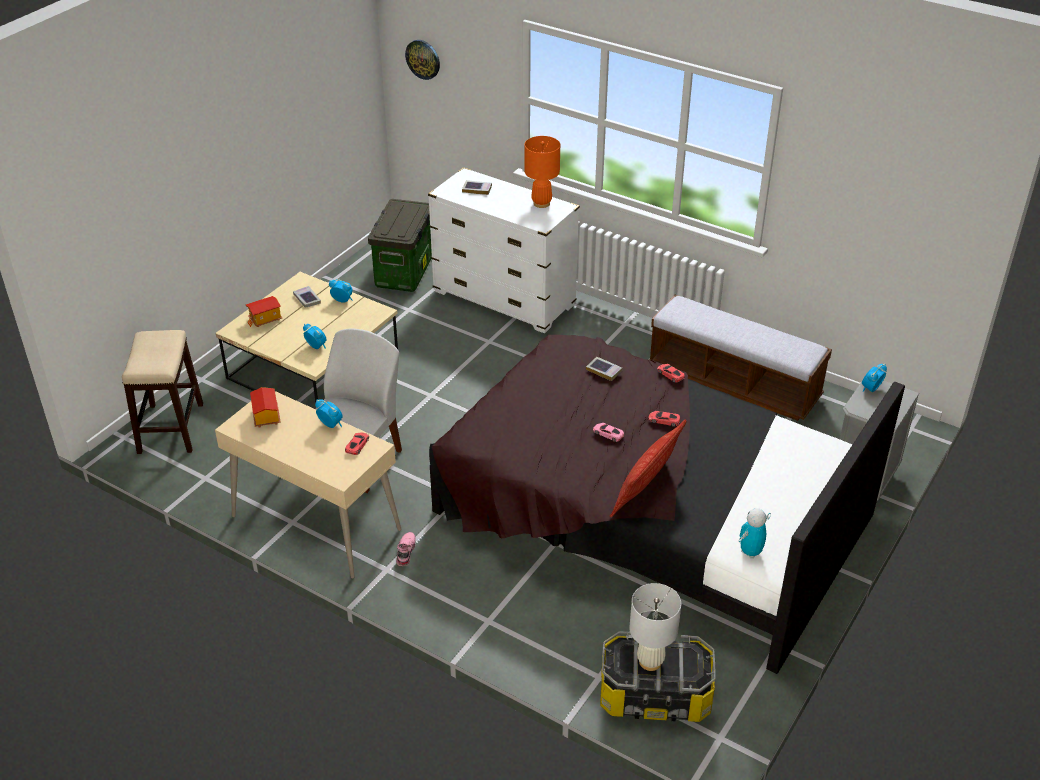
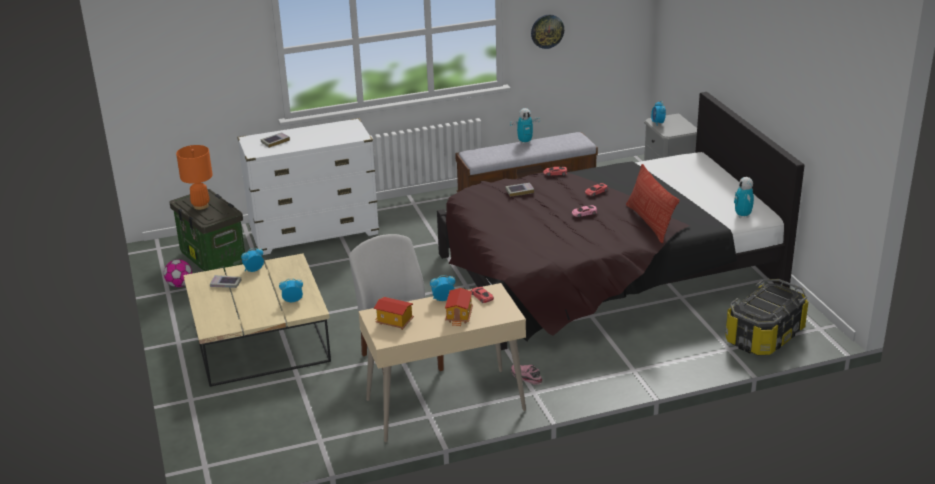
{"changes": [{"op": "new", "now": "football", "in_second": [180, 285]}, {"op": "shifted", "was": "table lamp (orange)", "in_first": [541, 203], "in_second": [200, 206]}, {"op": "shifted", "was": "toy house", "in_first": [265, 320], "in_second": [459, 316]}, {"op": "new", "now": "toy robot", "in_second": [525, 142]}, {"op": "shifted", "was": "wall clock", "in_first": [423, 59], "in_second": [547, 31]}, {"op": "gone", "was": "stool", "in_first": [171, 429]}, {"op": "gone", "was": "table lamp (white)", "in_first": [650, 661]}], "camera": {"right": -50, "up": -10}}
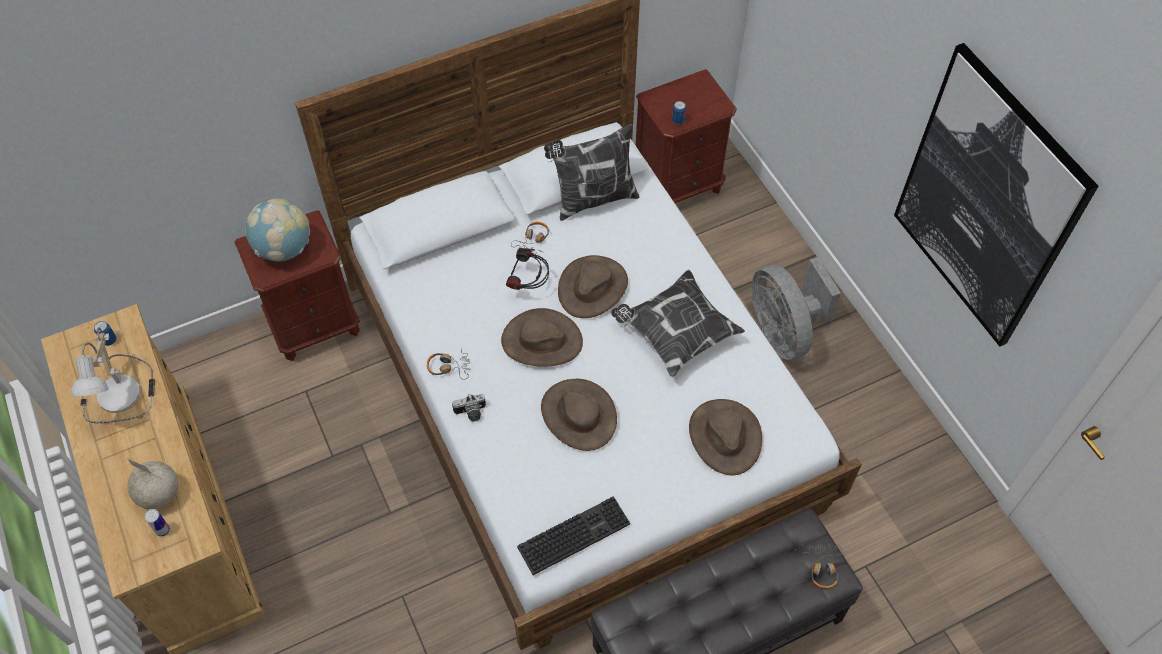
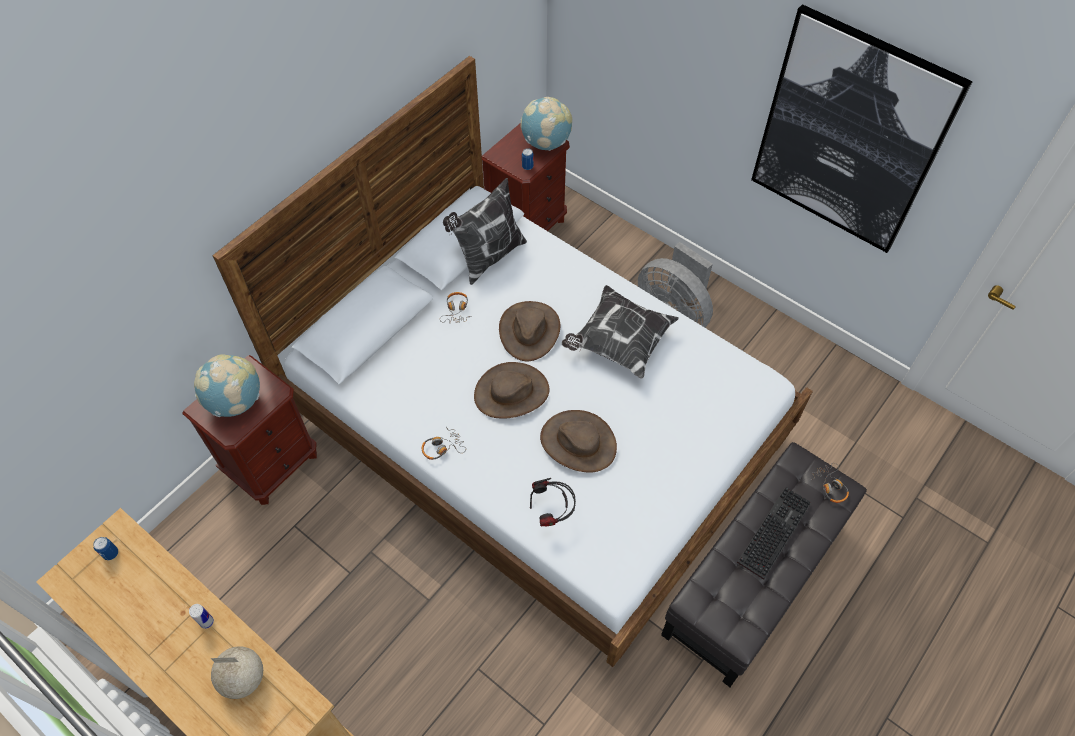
{"changes": [{"op": "shifted", "was": "can", "in_first": [163, 530], "in_second": [207, 622]}, {"op": "new", "now": "globe", "in_second": [546, 143]}, {"op": "shifted", "was": "headphones", "in_first": [528, 285], "in_second": [552, 512]}, {"op": "shifted", "was": "keyboard", "in_first": [574, 533], "in_second": [773, 530]}, {"op": "gone", "was": "table lamp", "in_first": [123, 396]}, {"op": "gone", "was": "photo camera", "in_first": [471, 413]}, {"op": "gone", "was": "hat (brown)", "in_first": [724, 437]}], "camera": {"right": -25, "up": 0}}
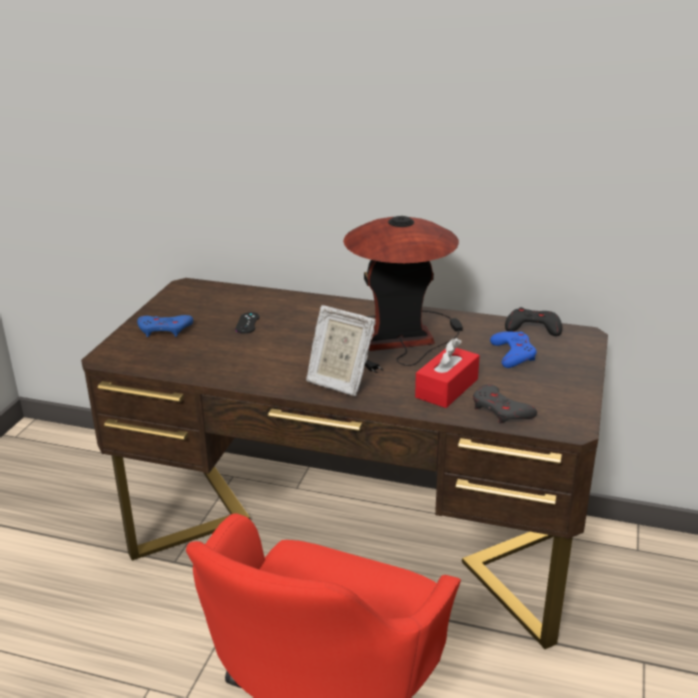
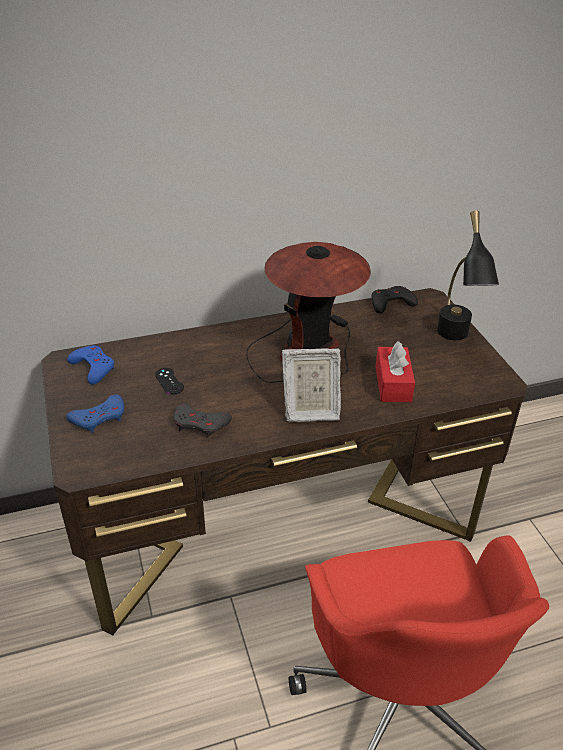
{"changes": [{"op": "shifted", "was": "game controller (blue)", "in_first": [513, 354], "in_second": [93, 367]}, {"op": "shifted", "was": "game controller (grey)", "in_first": [501, 410], "in_second": [200, 424]}, {"op": "new", "now": "table lamp (black)", "in_second": [455, 340]}], "camera": {"right": -35, "up": 10}}
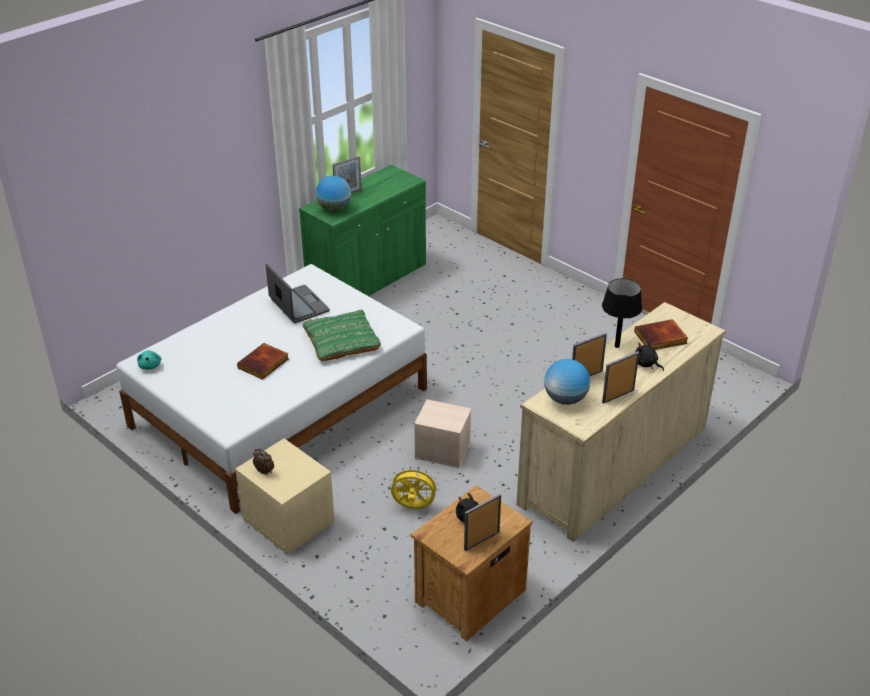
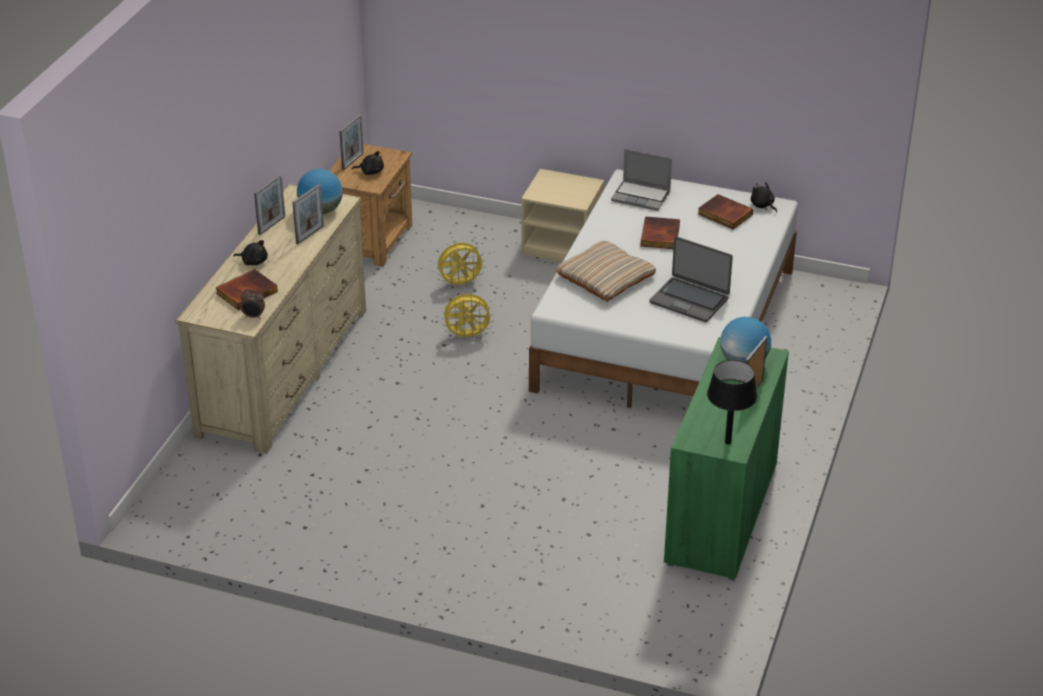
{"changes": [{"op": "shifted", "was": "alarm clock", "in_first": [264, 471], "in_second": [253, 316]}, {"op": "swapped", "was": "storage box (beige)", "now": "fan (yellow)", "in_first": [442, 451], "in_second": [467, 336]}, {"op": "repainted", "was": "pillow (green)", "now": "pillow (beige)", "in_first": [341, 340], "in_second": [605, 277]}, {"op": "new", "now": "laptop", "in_second": [641, 196]}, {"op": "new", "now": "book", "in_second": [724, 214]}, {"op": "shifted", "was": "table lamp (black)", "in_first": [617, 346], "in_second": [727, 442]}, {"op": "repainted", "was": "plush toy (turquoise)", "now": "plush toy (black)", "in_first": [150, 365], "in_second": [762, 205]}], "camera": {"right": 155, "up": 0}}
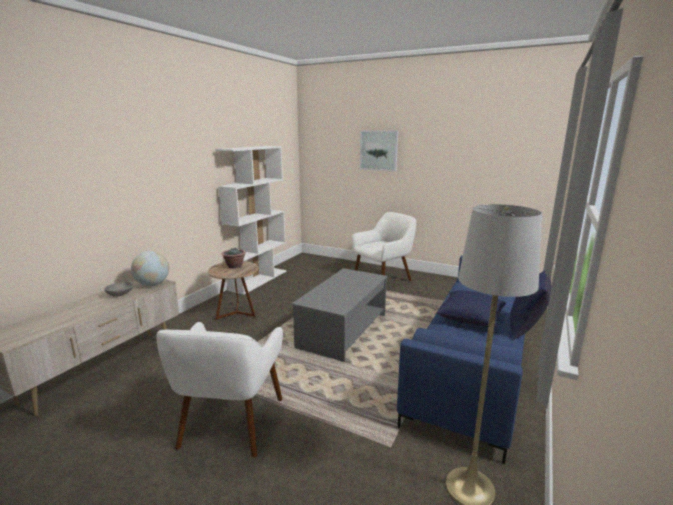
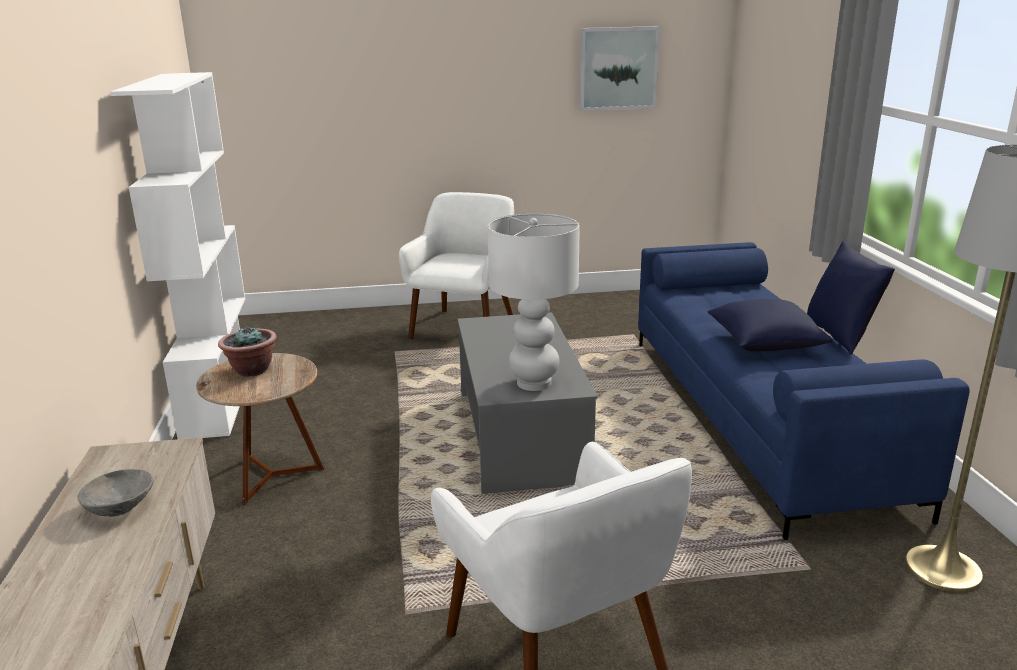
{"changes": [{"op": "new", "now": "table lamp (white)", "in_second": [533, 383]}, {"op": "shifted", "was": "picture", "in_first": [378, 150], "in_second": [618, 68]}, {"op": "gone", "was": "globe", "in_first": [152, 284]}], "camera": {"right": -35, "up": 5}}
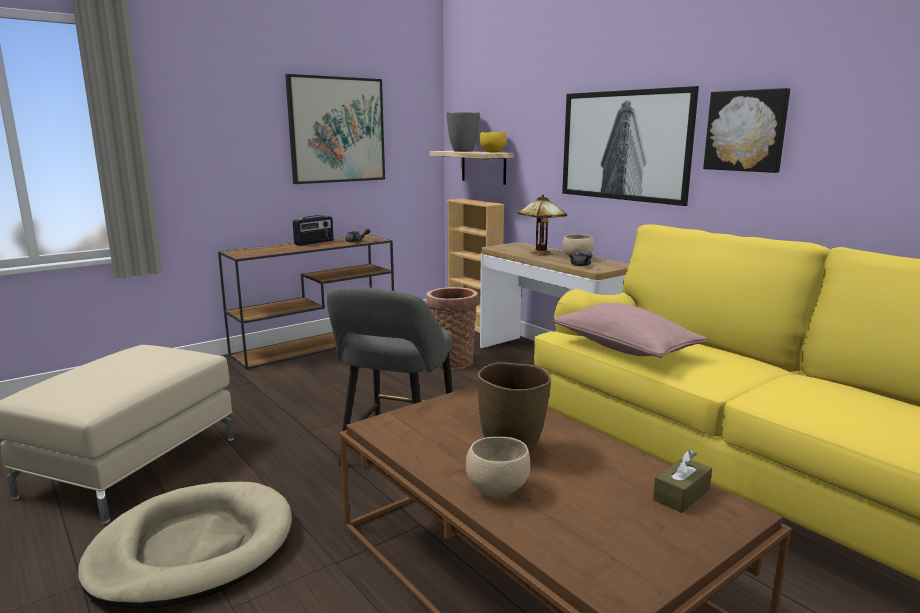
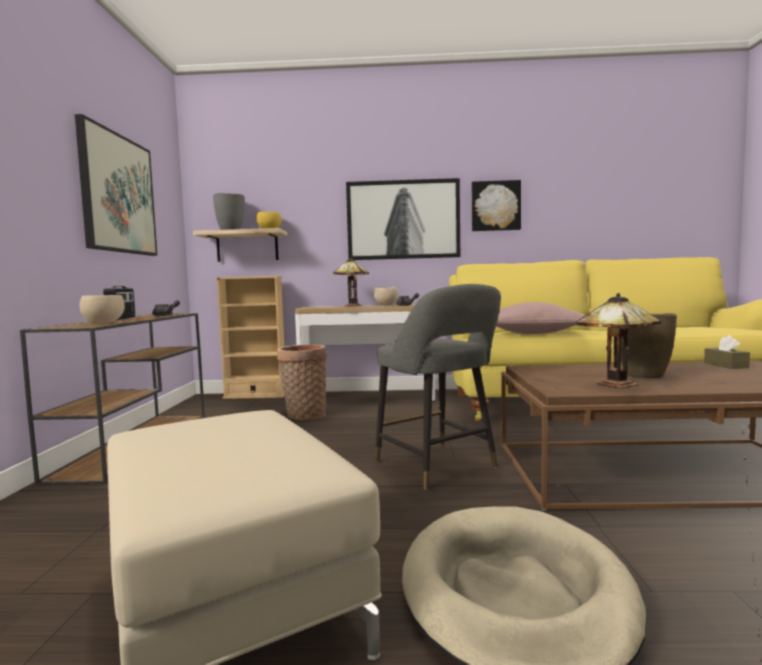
{"changes": [{"op": "shifted", "was": "bowl (beige)", "in_first": [496, 489], "in_second": [103, 323]}, {"op": "new", "now": "table lamp", "in_second": [617, 385]}], "camera": {"right": -50, "up": -10}}
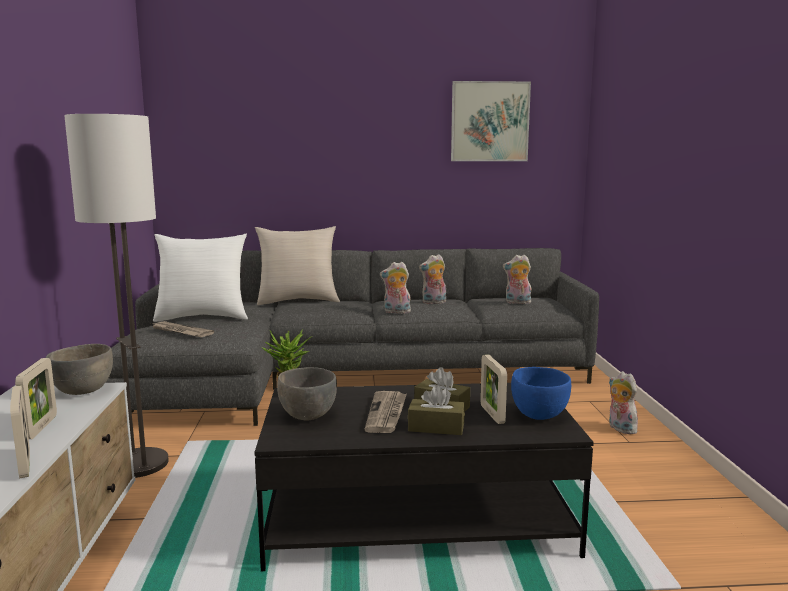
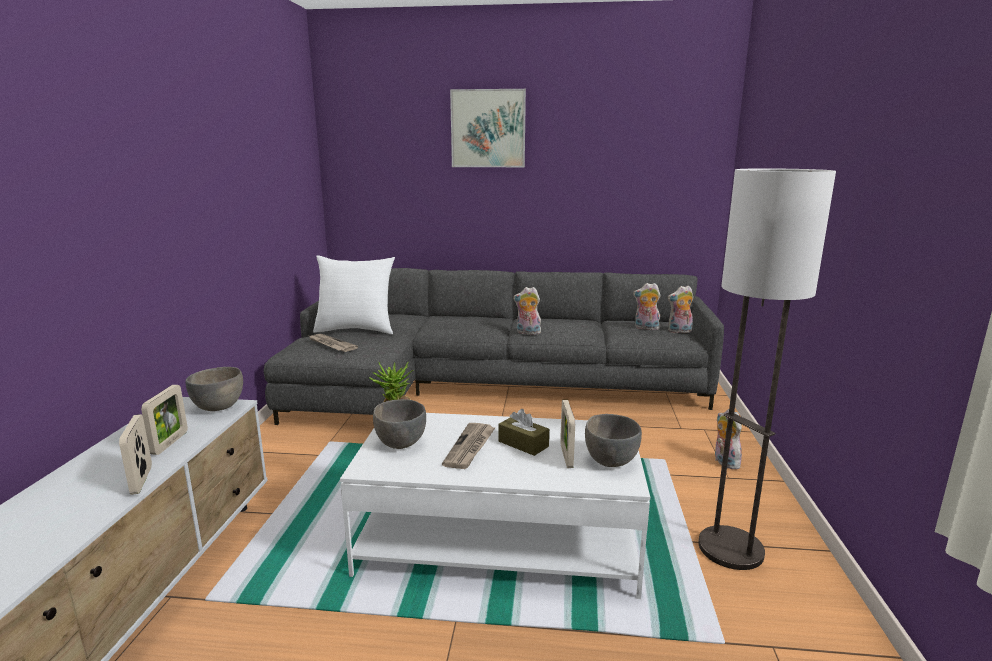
{"changes": [{"op": "repainted", "was": "coffee table (black)", "now": "coffee table (white)", "in_first": [417, 519], "in_second": [499, 540]}, {"op": "shifted", "was": "picture", "in_first": [490, 121], "in_second": [488, 129]}, {"op": "repainted", "was": "bowl (blue)", "now": "bowl (grey)", "in_first": [539, 414], "in_second": [610, 460]}, {"op": "shifted", "was": "plush toy", "in_first": [434, 302], "in_second": [679, 331]}, {"op": "shifted", "was": "floor lamp", "in_first": [139, 464], "in_second": [731, 549]}, {"op": "gone", "was": "pillow (beige)", "in_first": [298, 301]}, {"op": "gone", "was": "tissue box (brown)", "in_first": [436, 427]}], "camera": {"right": 10, "up": 5}}
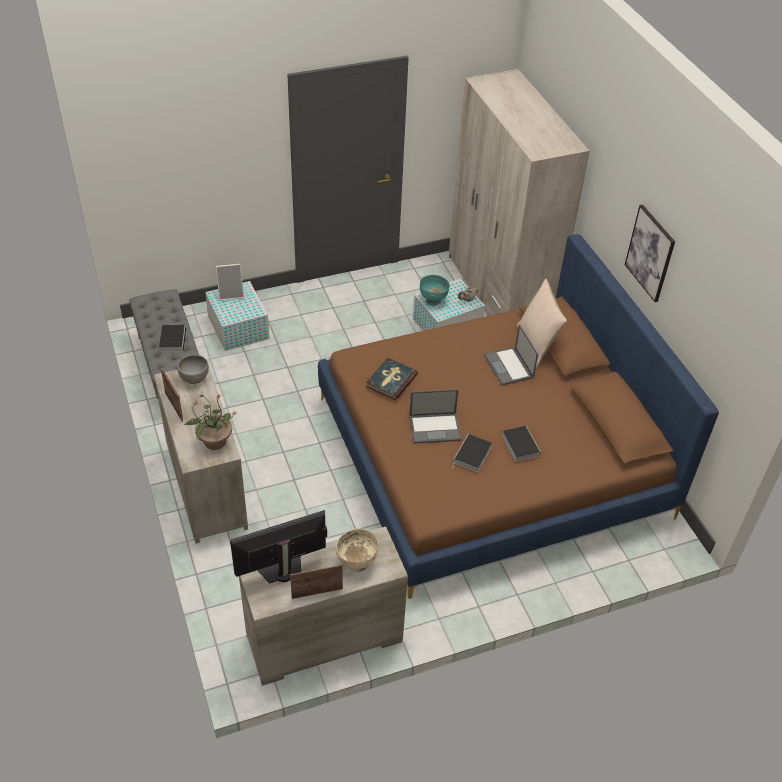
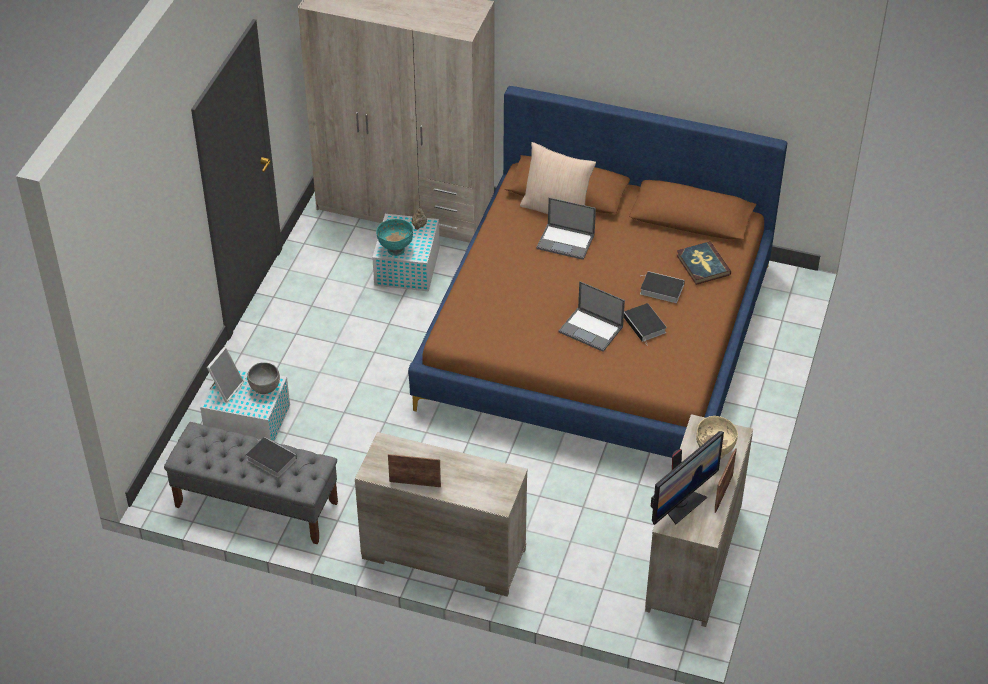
{"changes": [{"op": "shifted", "was": "bowl (grey)", "in_first": [194, 379], "in_second": [265, 388]}, {"op": "rotated", "was": "laptop", "in_first": [435, 427], "in_second": [591, 329], "clockwise": 90}, {"op": "rotated", "was": "monitor", "in_first": [282, 571], "in_second": [682, 504], "clockwise": -150}, {"op": "shifted", "was": "book", "in_first": [391, 380], "in_second": [702, 265]}, {"op": "gone", "was": "potted plant", "in_first": [214, 441]}, {"op": "gone", "was": "picture", "in_first": [650, 253]}], "camera": {"right": -50, "up": 0}}
